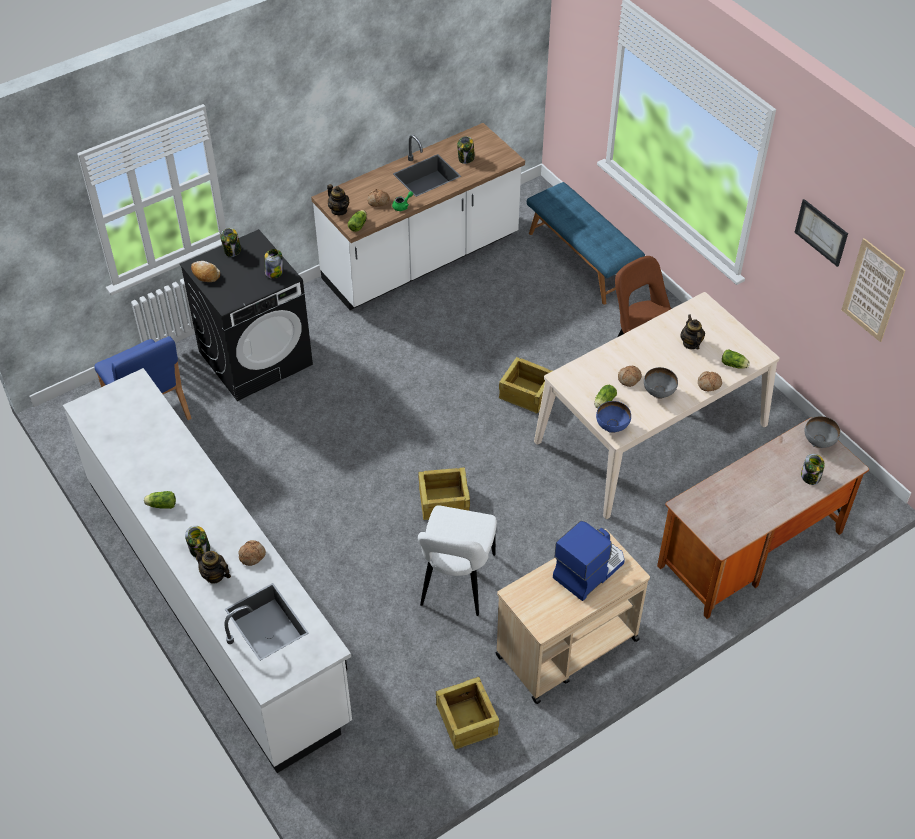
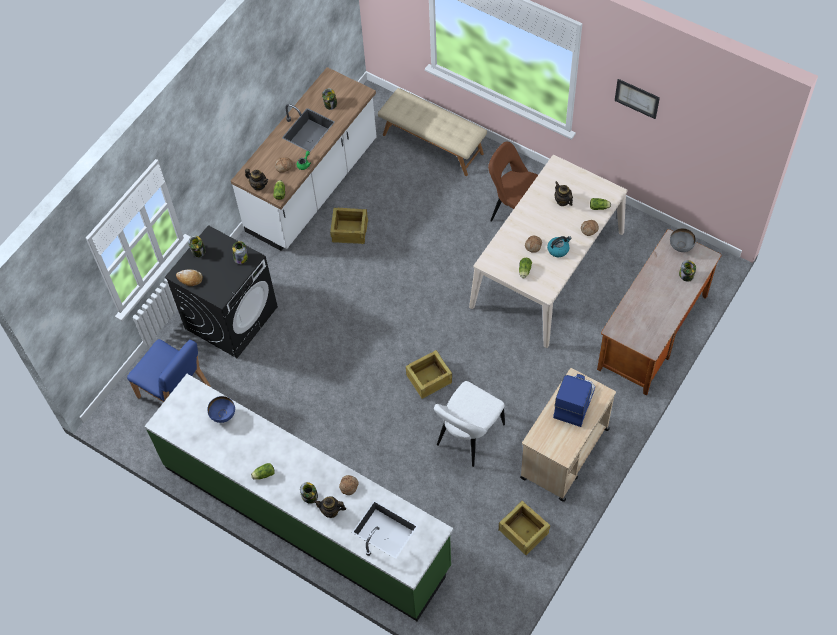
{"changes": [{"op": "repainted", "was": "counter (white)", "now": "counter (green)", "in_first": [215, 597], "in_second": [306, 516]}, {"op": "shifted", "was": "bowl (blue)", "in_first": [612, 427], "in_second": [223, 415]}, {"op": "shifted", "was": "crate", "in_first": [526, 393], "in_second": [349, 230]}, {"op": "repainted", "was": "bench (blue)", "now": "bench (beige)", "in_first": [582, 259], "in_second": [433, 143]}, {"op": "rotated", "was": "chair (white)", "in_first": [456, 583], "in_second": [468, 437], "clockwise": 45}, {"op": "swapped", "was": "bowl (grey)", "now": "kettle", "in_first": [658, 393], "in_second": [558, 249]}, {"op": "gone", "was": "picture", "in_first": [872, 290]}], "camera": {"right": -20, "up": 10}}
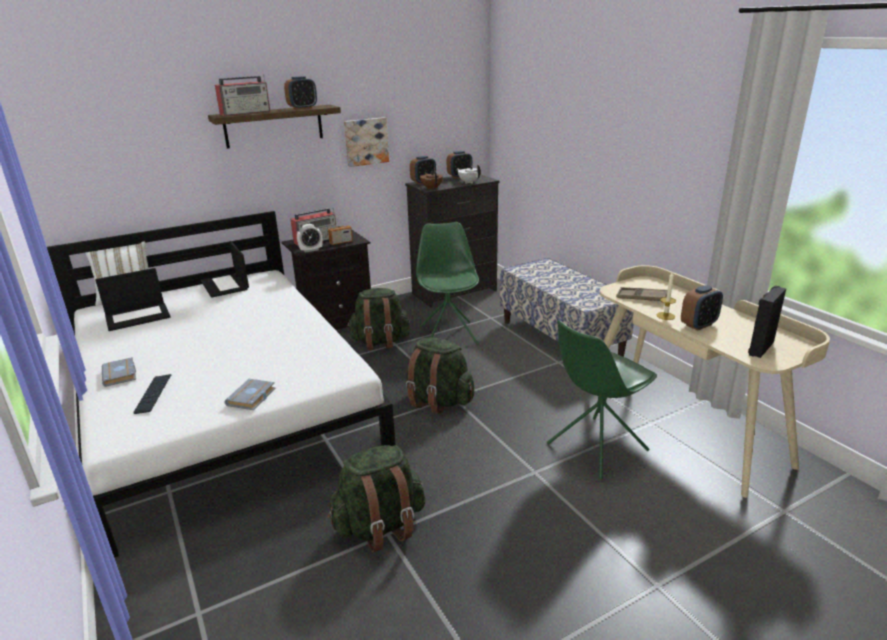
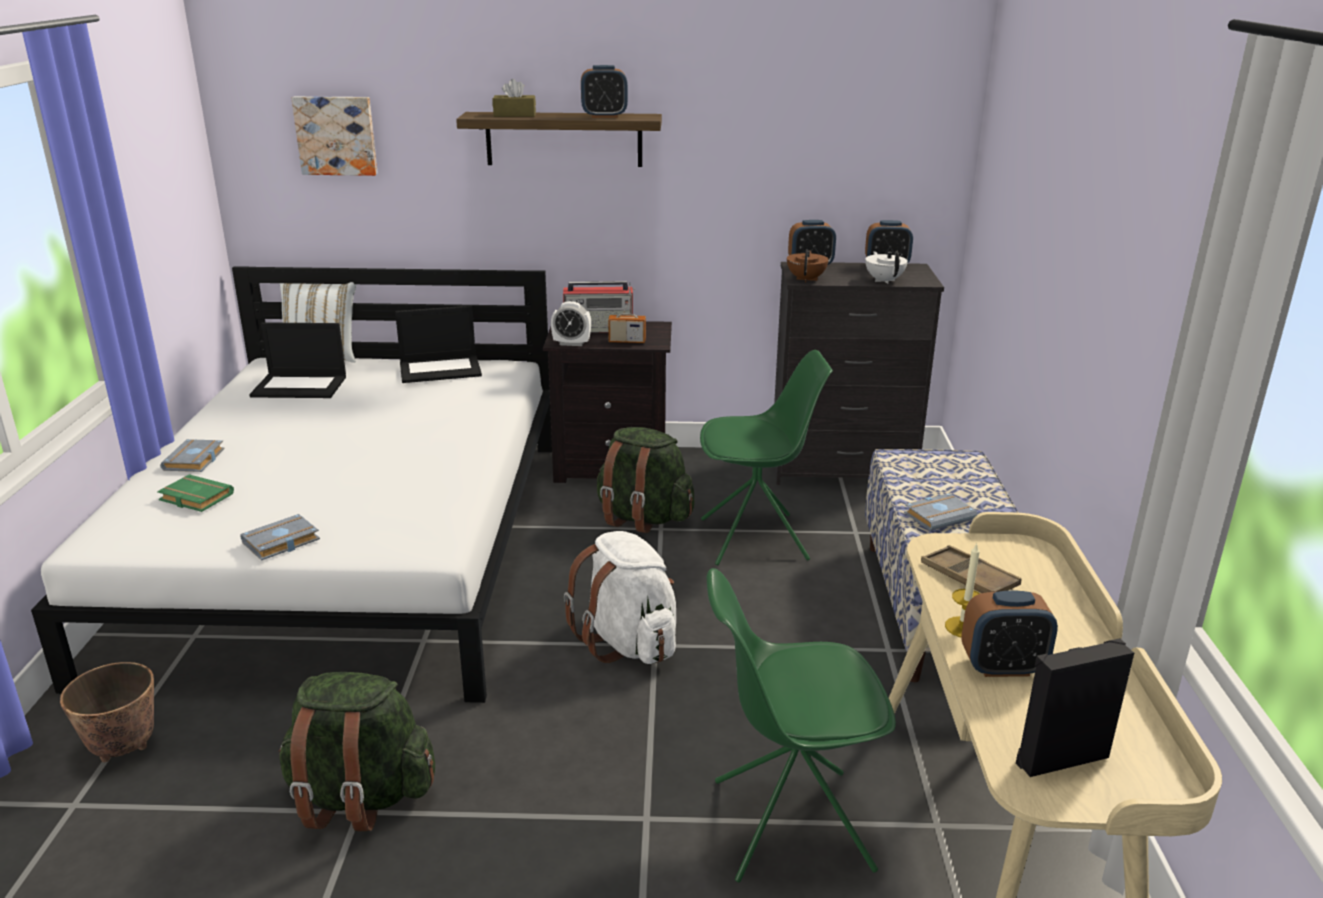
{"changes": [{"op": "new", "now": "planter", "in_second": [123, 748]}, {"op": "swapped", "was": "keyboard", "now": "book (green)", "in_first": [153, 394], "in_second": [194, 498]}, {"op": "shifted", "was": "picture", "in_first": [366, 141], "in_second": [336, 135]}, {"op": "rotated", "was": "laptop", "in_first": [225, 285], "in_second": [441, 369], "clockwise": -105}, {"op": "swapped", "was": "radio", "now": "tissue box (brown)", "in_first": [246, 113], "in_second": [514, 115]}, {"op": "repainted", "was": "backpack (green)", "now": "backpack (white)", "in_first": [438, 401], "in_second": [628, 642]}, {"op": "rotated", "was": "chair (green)", "in_first": [448, 334], "in_second": [756, 539], "clockwise": 60}, {"op": "new", "now": "book (grey)", "in_second": [939, 516]}], "camera": {"right": 30, "up": 0}}
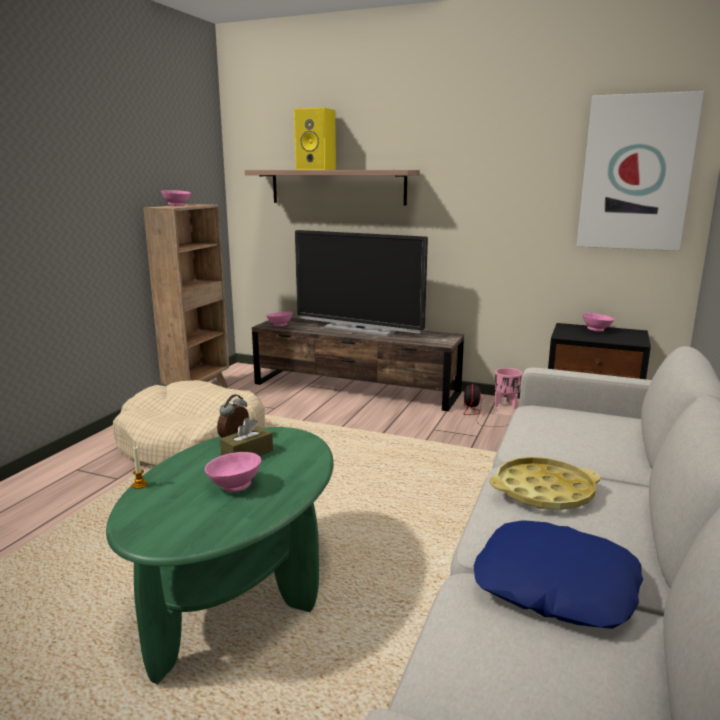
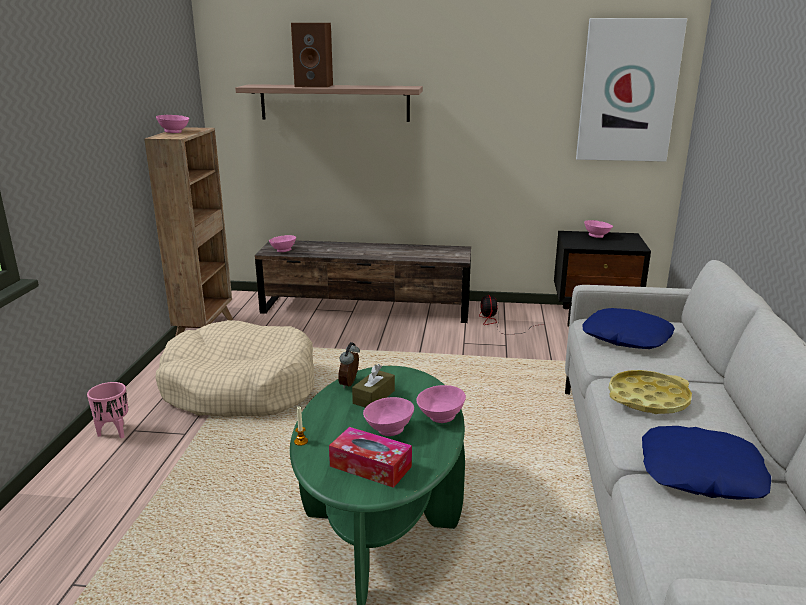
{"changes": [{"op": "shifted", "was": "planter (pink)", "in_first": [506, 405], "in_second": [114, 432]}, {"op": "repainted", "was": "speaker (yellow)", "now": "speaker (brown)", "in_first": [317, 169], "in_second": [315, 86]}, {"op": "new", "now": "tissue box", "in_second": [370, 466]}, {"op": "new", "now": "bowl (pink)", "in_second": [440, 417]}, {"op": "new", "now": "pillow (blue)", "in_second": [626, 337]}, {"op": "gone", "was": "television", "in_first": [360, 329]}], "camera": {"right": -15, "up": 5}}
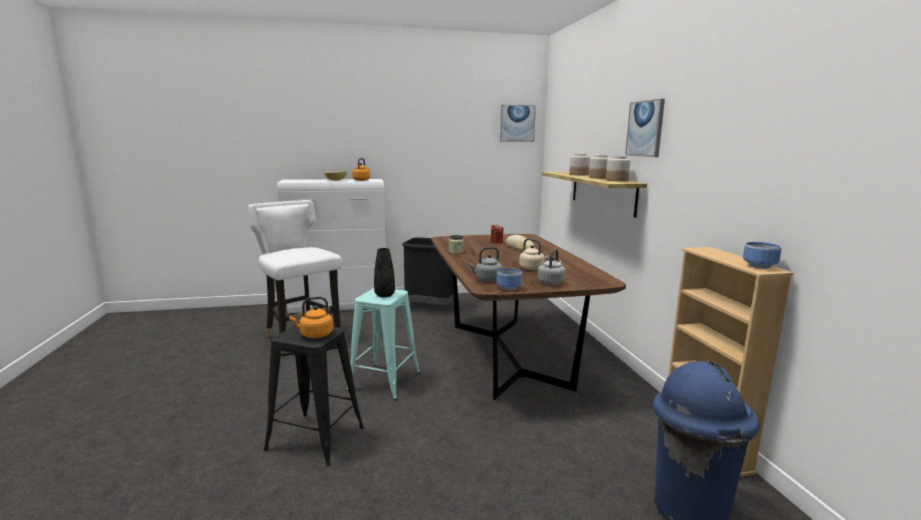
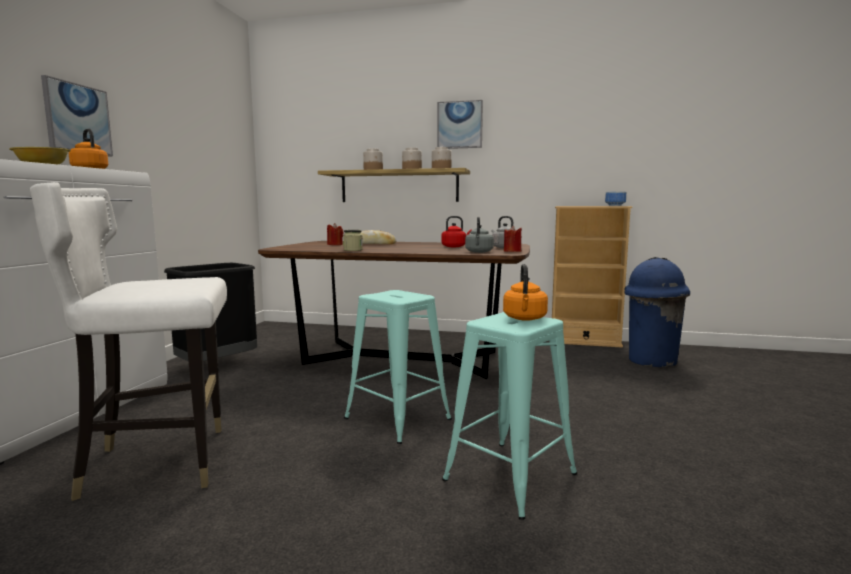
{"changes": [{"op": "shifted", "was": "picture", "in_first": [517, 123], "in_second": [77, 118]}, {"op": "repainted", "was": "kettle (beige)", "now": "kettle (red)", "in_first": [532, 268], "in_second": [455, 246]}, {"op": "repainted", "was": "stool (black)", "now": "stool (turquoise)", "in_first": [315, 438], "in_second": [510, 476]}, {"op": "swapped", "was": "bowl", "now": "candle (red)", "in_first": [510, 288], "in_second": [512, 251]}, {"op": "gone", "was": "vase (black)", "in_first": [384, 295]}], "camera": {"right": -65, "up": -5}}
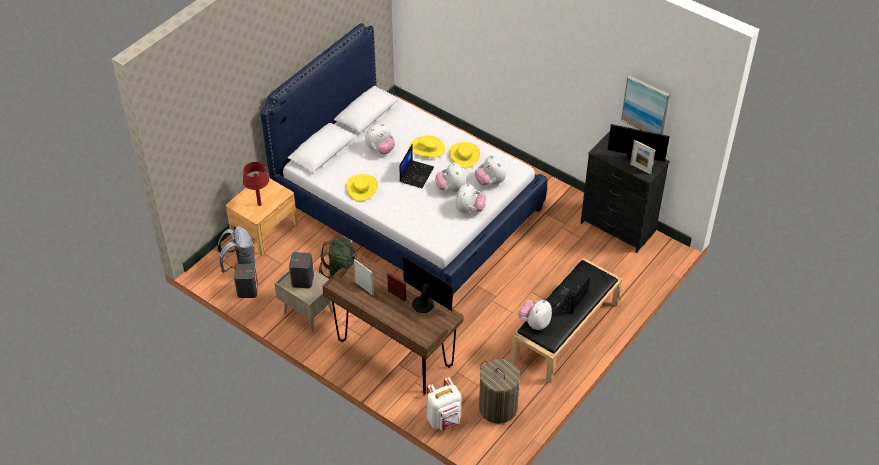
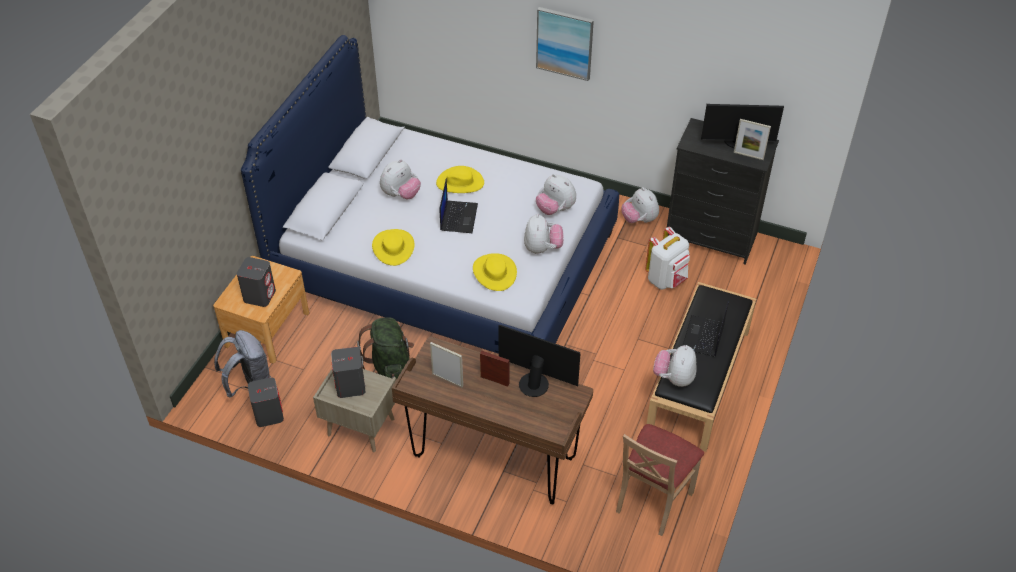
{"changes": [{"op": "swapped", "was": "table lamp (red)", "now": "speaker (grey)", "in_first": [259, 204], "in_second": [259, 295]}, {"op": "shifted", "was": "hat (yellow)", "in_first": [464, 155], "in_second": [494, 272]}, {"op": "shifted", "was": "picture", "in_first": [645, 106], "in_second": [564, 43]}, {"op": "swapped", "was": "laundry basket", "now": "chair (beige)", "in_first": [498, 408], "in_second": [653, 500]}, {"op": "shifted", "was": "plush toy", "in_first": [451, 188], "in_second": [639, 219]}, {"op": "shifted", "was": "backpack (white)", "in_first": [444, 420], "in_second": [666, 279]}], "camera": {"right": -15, "up": 0}}
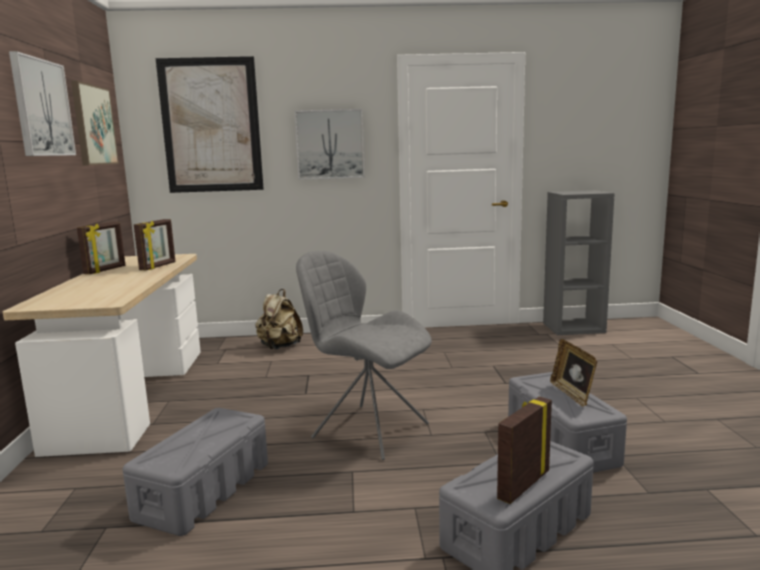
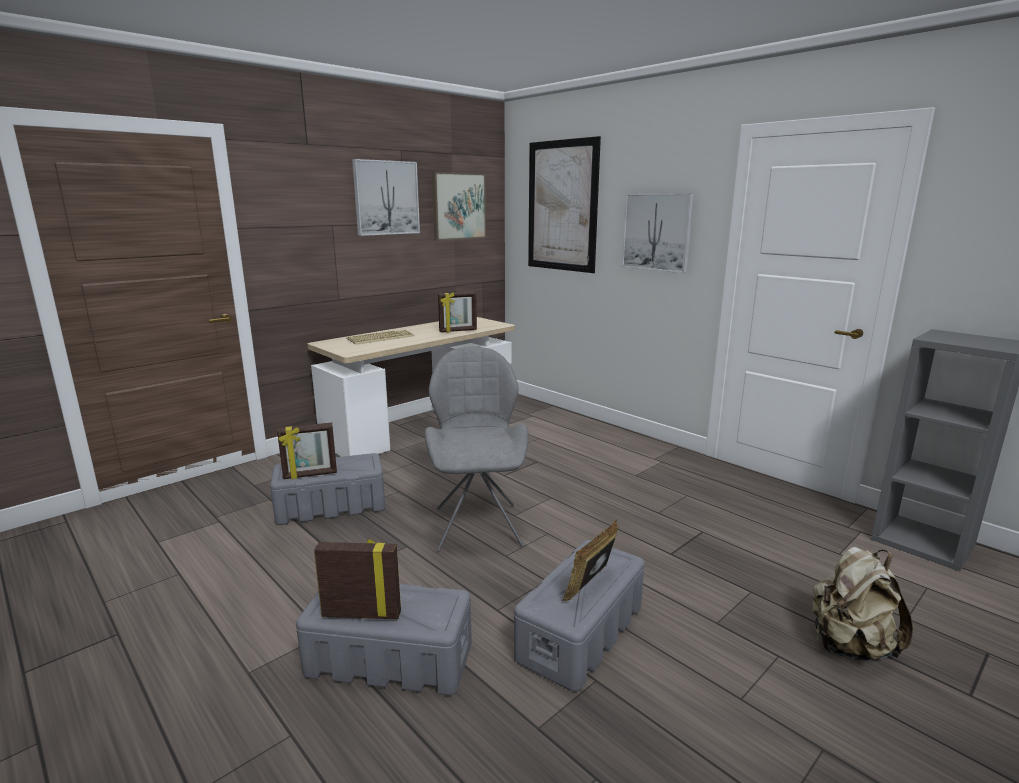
{"changes": [{"op": "shifted", "was": "picture frame", "in_first": [105, 270], "in_second": [310, 475]}, {"op": "new", "now": "keyboard", "in_second": [381, 338]}, {"op": "shifted", "was": "backpack (beige)", "in_first": [279, 347], "in_second": [849, 646]}], "camera": {"right": 50, "up": 5}}
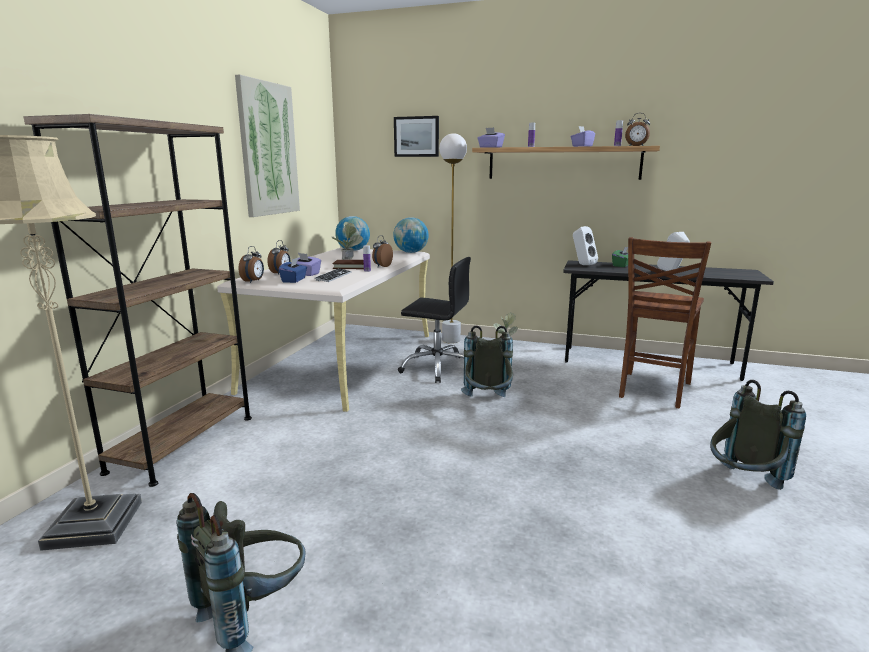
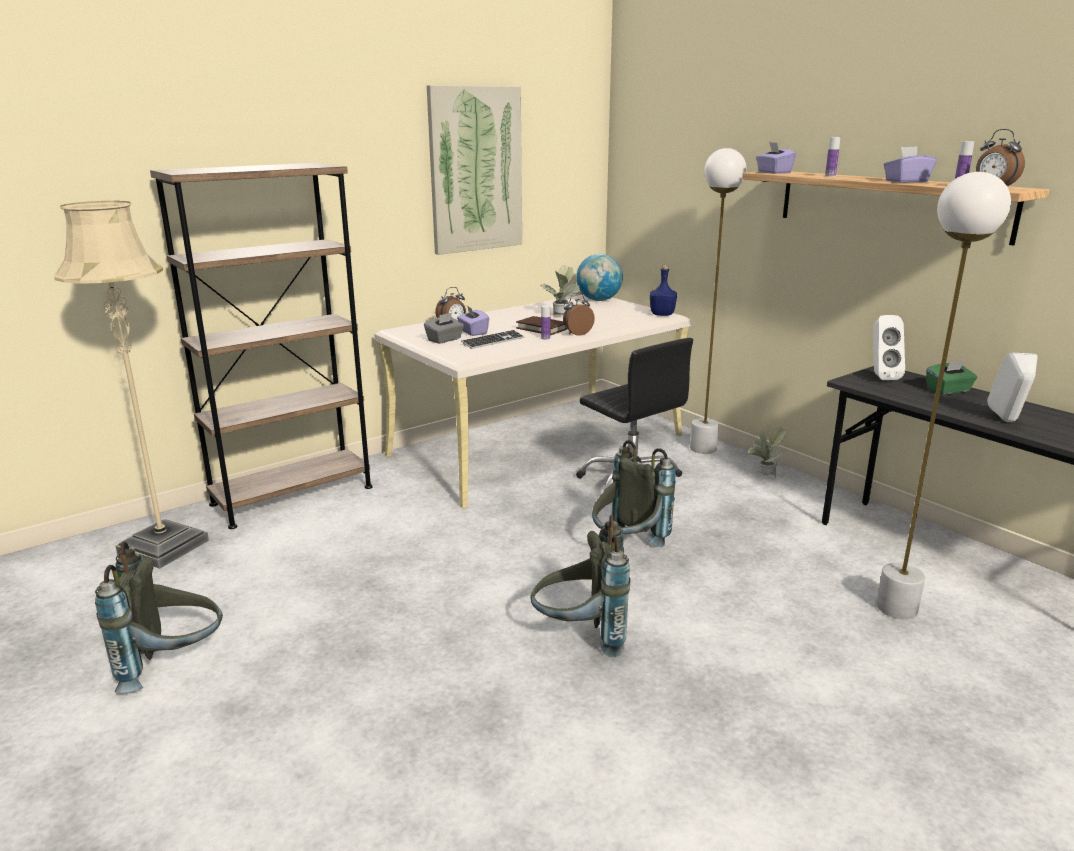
{"changes": [{"op": "repainted", "was": "tissue box (blue)", "now": "tissue box (grey)", "in_first": [294, 280], "in_second": [444, 340]}, {"op": "shifted", "was": "backpack (grey)", "in_first": [743, 484], "in_second": [581, 637]}, {"op": "swapped", "was": "globe", "now": "bottle (blue)", "in_first": [411, 252], "in_second": [661, 314]}, {"op": "swapped", "was": "chair (brown)", "now": "floor lamp (white)", "in_first": [652, 390], "in_second": [896, 608]}, {"op": "gone", "was": "alarm clock", "in_first": [253, 281]}, {"op": "gone", "was": "picture", "in_first": [416, 136]}], "camera": {"right": 35, "up": 5}}
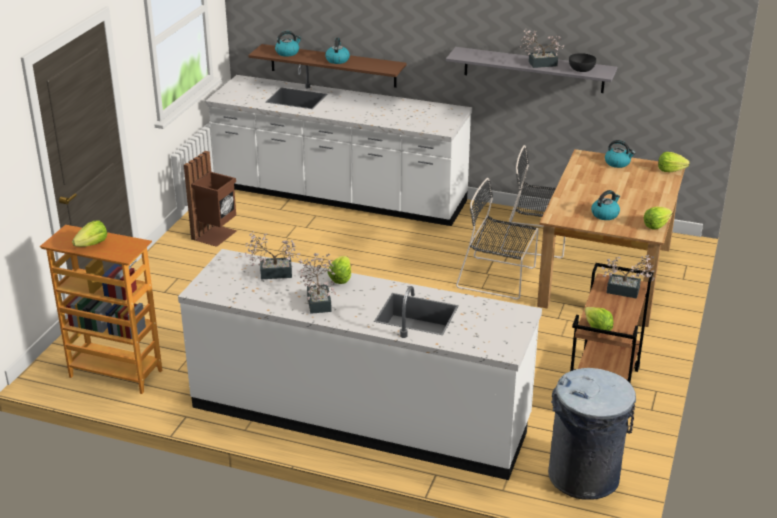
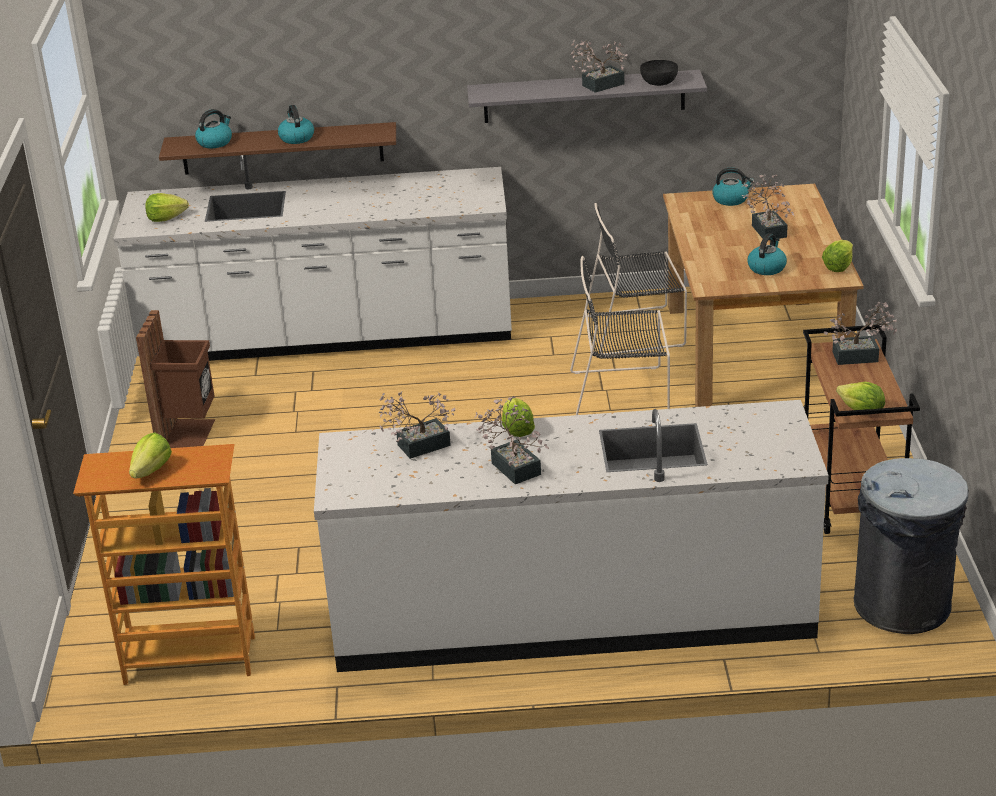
{"changes": [{"op": "shifted", "was": "lettuce", "in_first": [670, 170], "in_second": [166, 218]}, {"op": "new", "now": "potted plant", "in_second": [767, 229]}], "camera": {"right": -20, "up": 0}}
